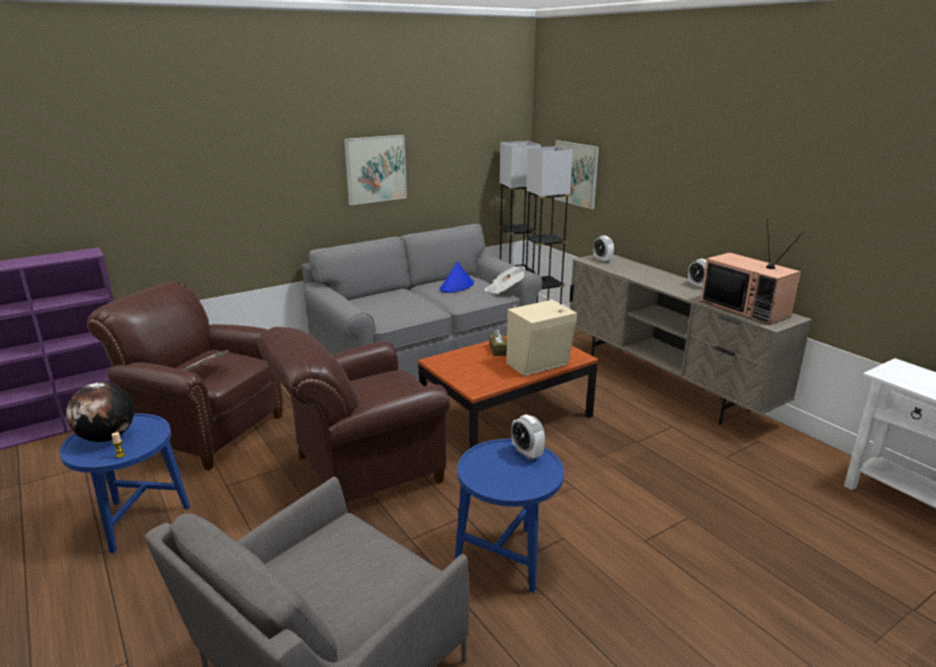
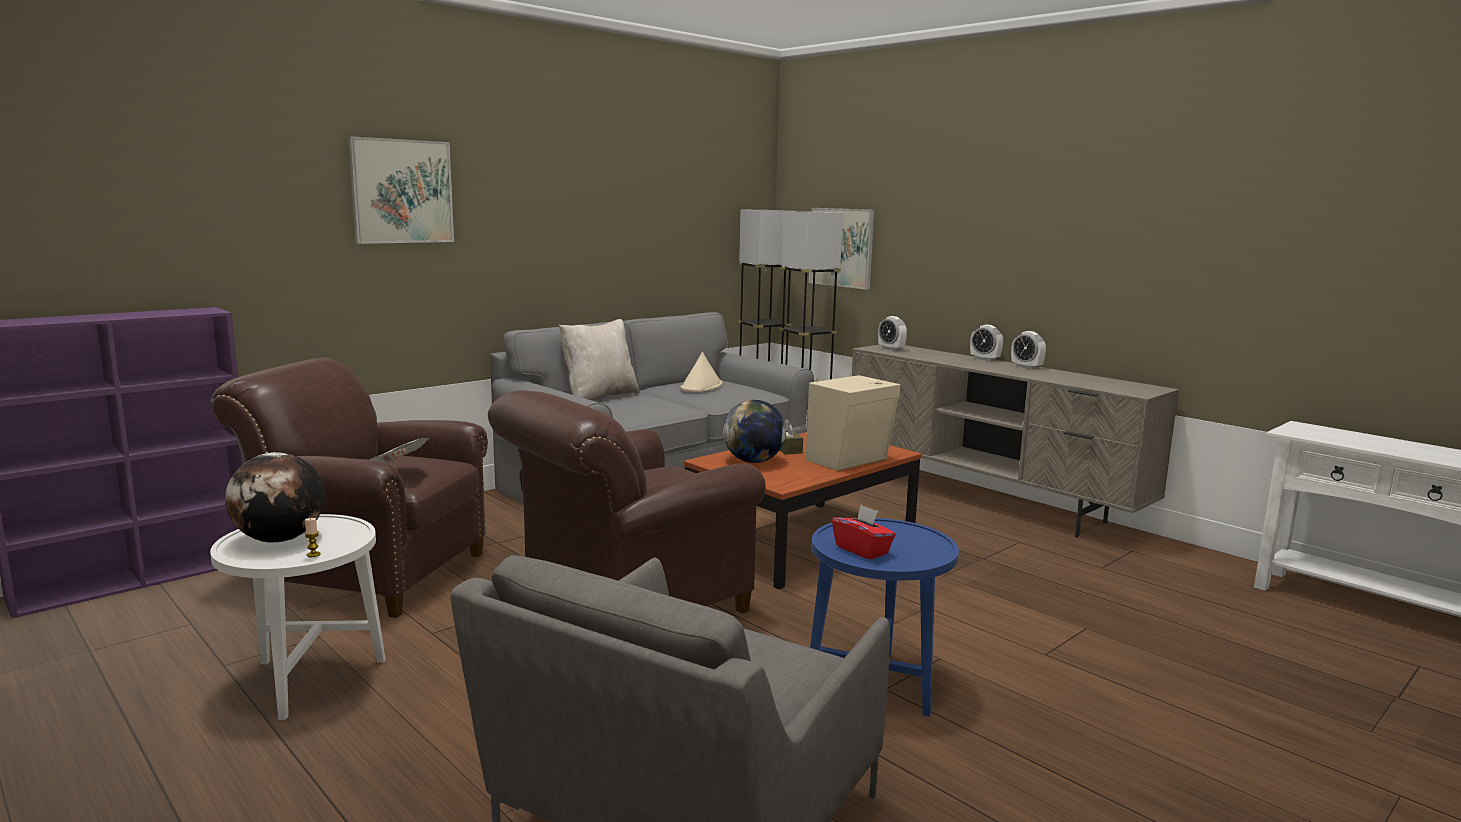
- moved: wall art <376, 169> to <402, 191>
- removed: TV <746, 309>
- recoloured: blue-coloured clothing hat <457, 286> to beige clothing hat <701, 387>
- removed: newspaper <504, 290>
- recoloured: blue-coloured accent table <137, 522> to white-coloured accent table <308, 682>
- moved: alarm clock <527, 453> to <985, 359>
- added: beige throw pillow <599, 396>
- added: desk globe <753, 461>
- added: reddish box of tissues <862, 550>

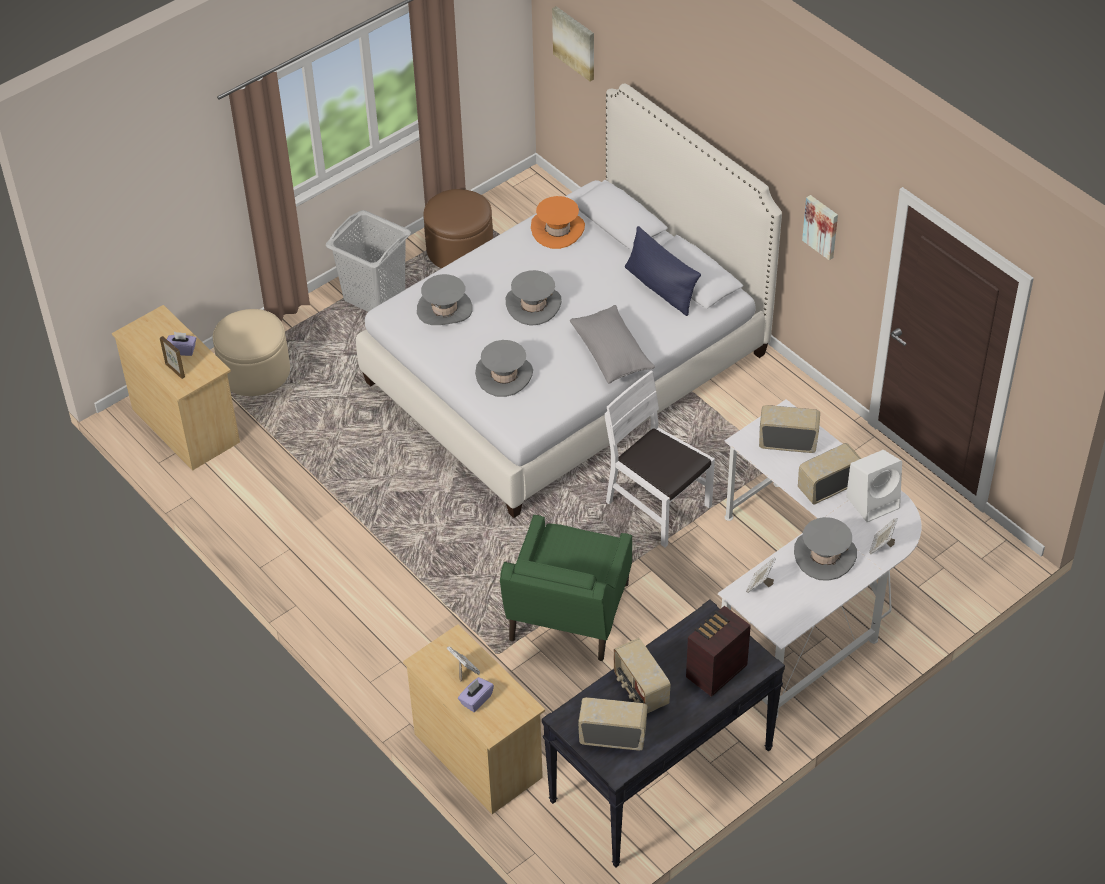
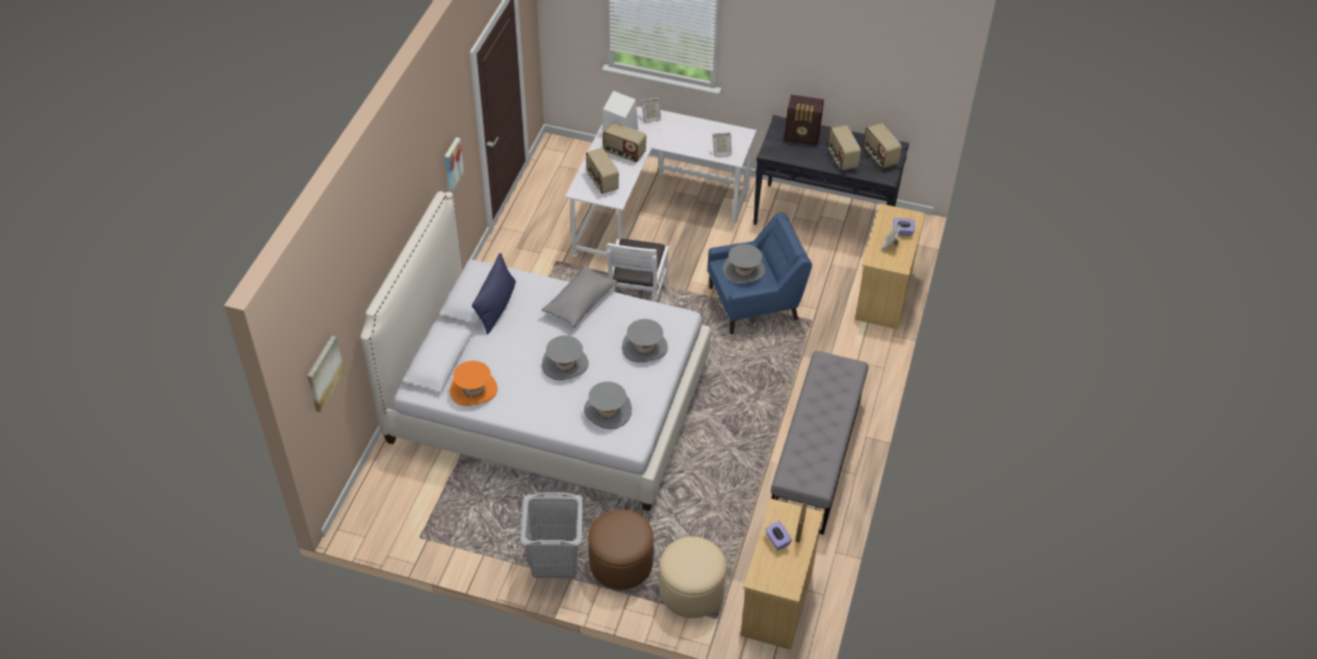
- moved: brown footrest <460, 249> to <621, 563>
- recoloured: greenish armchair <568, 614> to blue-coloured armchair <755, 303>
- moved: greyish clothing hat <824, 556> to <744, 270>
- turned: radio <640, 690> = <841, 158> 135 degrees clockwise
- added: greyish indoor bench <816, 457>

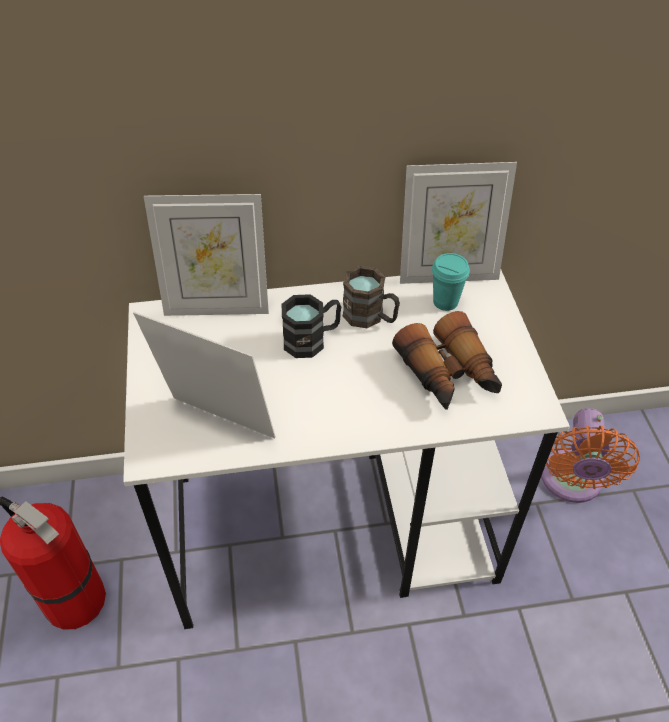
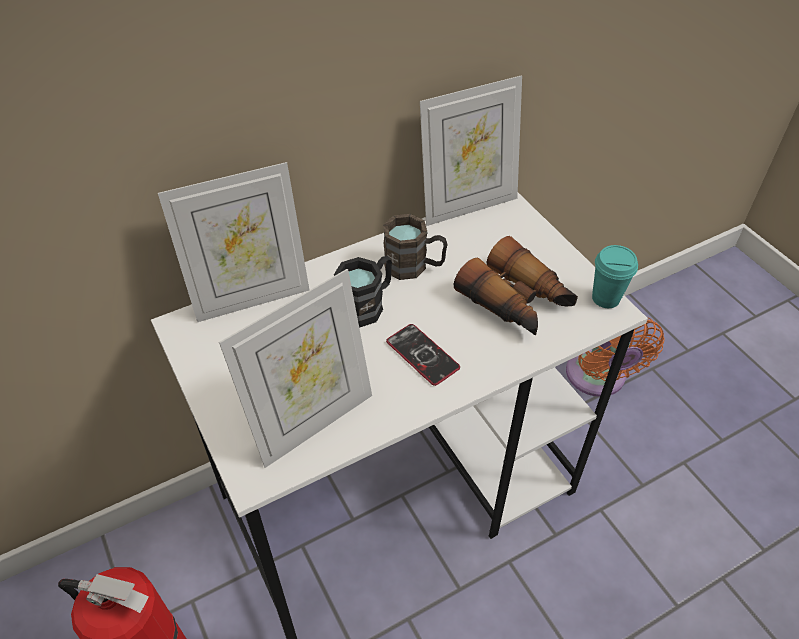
- moved: blue-green cup <445, 302> to <605, 298>
- turned: picture frame <217, 426> = <312, 421> 135 degrees clockwise
- added: handset <422, 355>

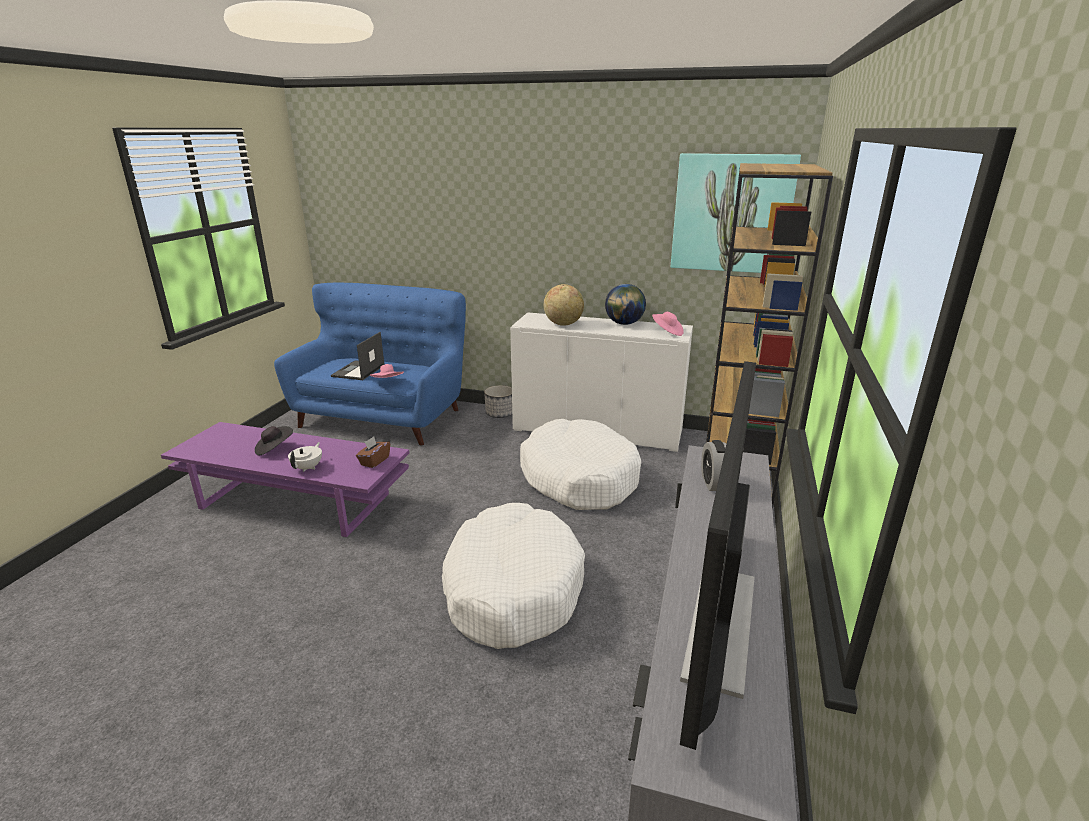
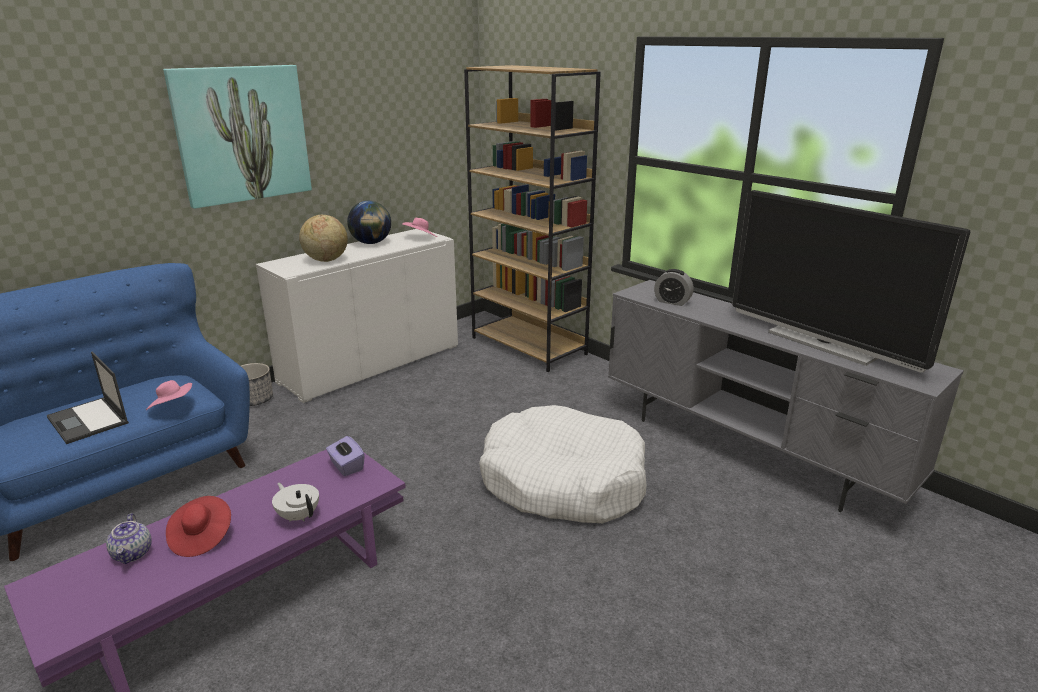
- moved: wall art <731, 213> to <242, 134>
- removed: white-coloured pet bed <579, 478>
- recoloured: blackish clothing hat <274, 449> to reddish clothing hat <201, 537>
- recoloured: brown box of tissues <374, 461> to purplish box of tissues <346, 466>
- added: tea pot <133, 554>

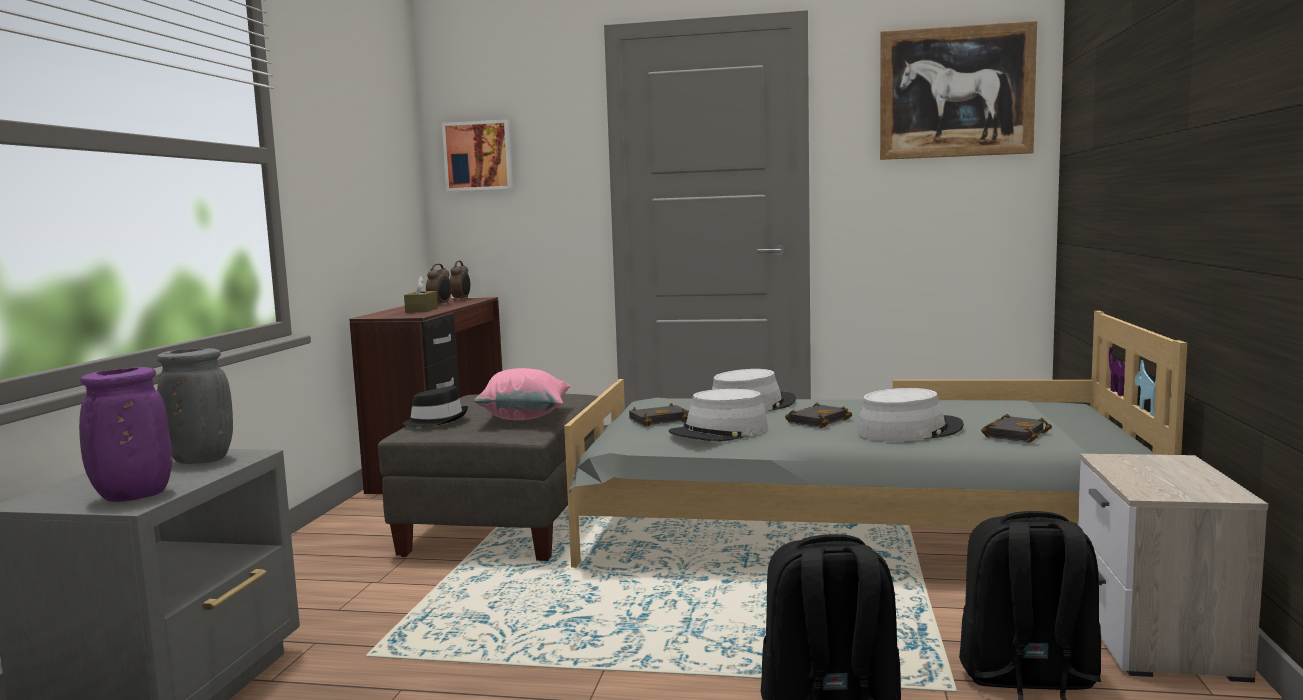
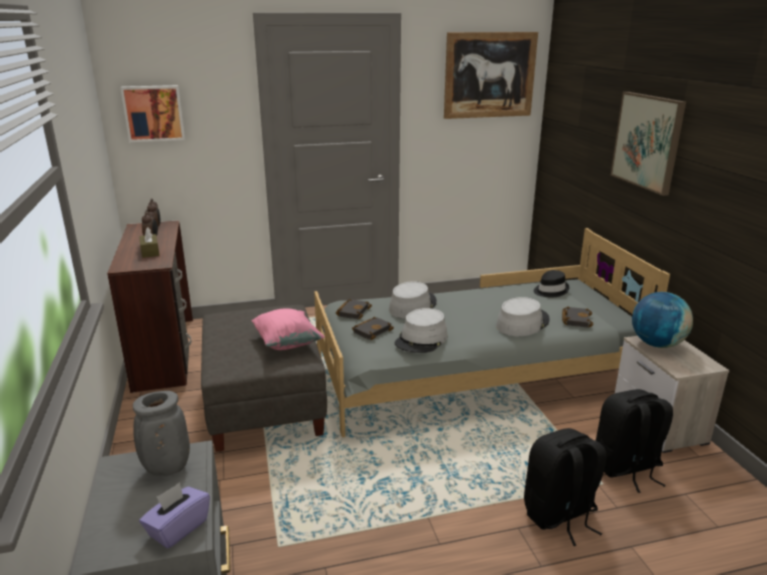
- replaced: purplish decorative vase <131, 497> to purplish box of tissues <178, 528>
- moved: blackish clothing hat <436, 420> to <550, 290>
- moved: blackish book <817, 421> to <353, 311>
- added: wall art <647, 141>
- added: desk globe <656, 344>

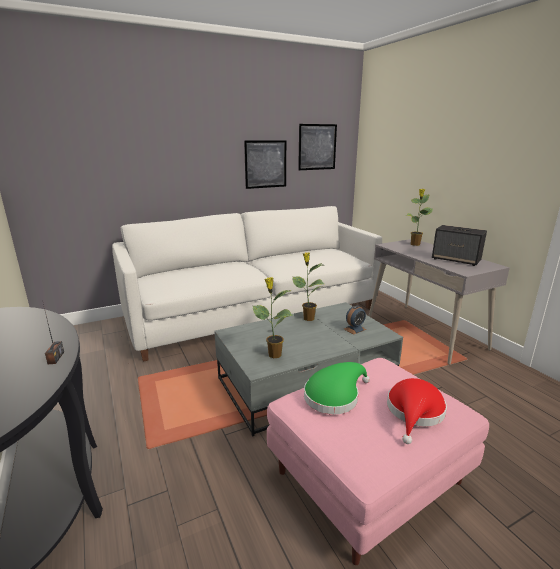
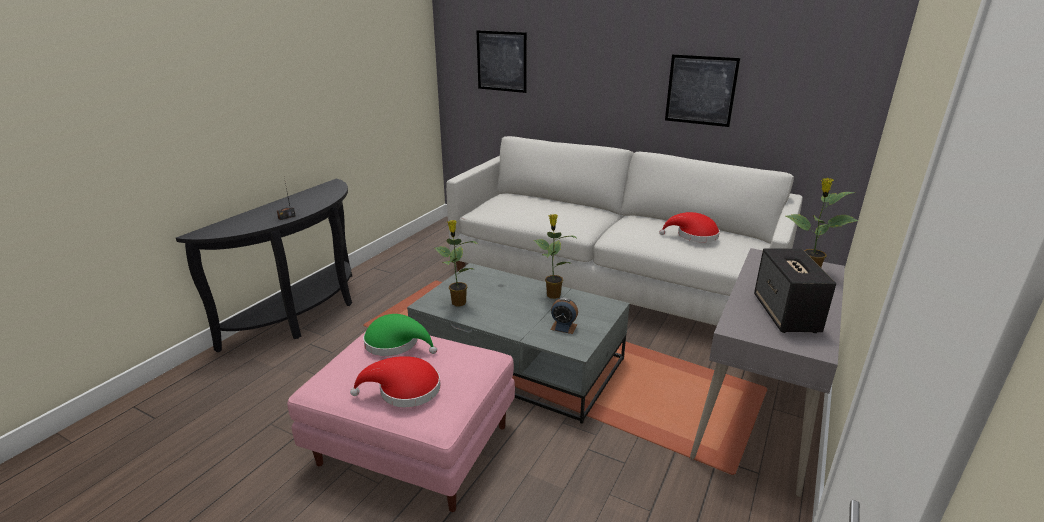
- moved: wall art <317, 147> to <501, 61>
- added: reddish clothing hat <693, 236>

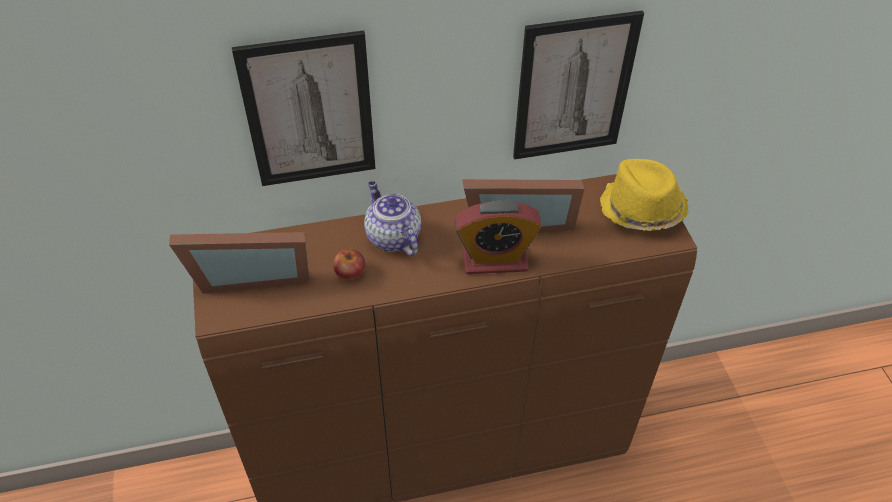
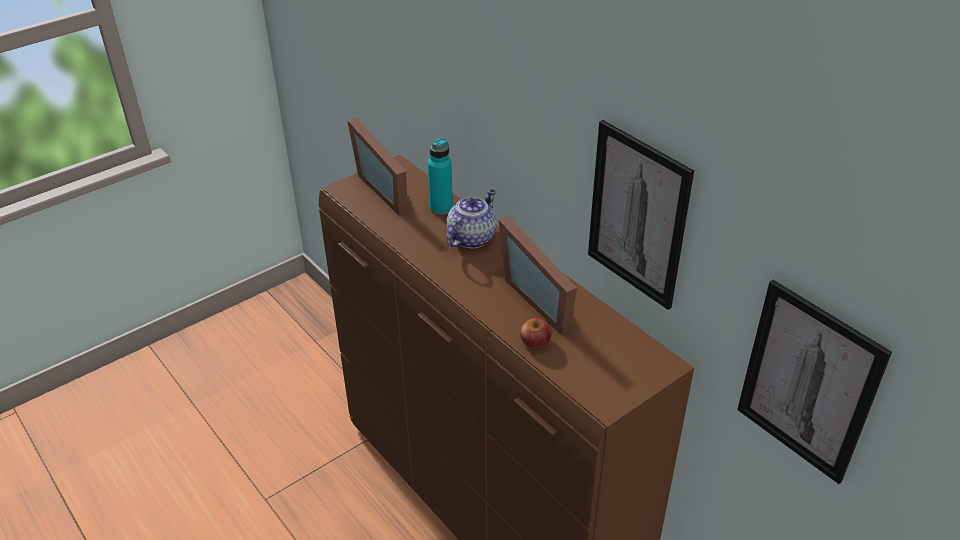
- moved: wall art <309, 111> to <808, 382>
- removed: yellow-coloured clothing hat <641, 209>
- removed: alarm clock <495, 260>
- moved: apple fruit <350, 271> to <535, 341>
- added: blue-green bottle <441, 208>

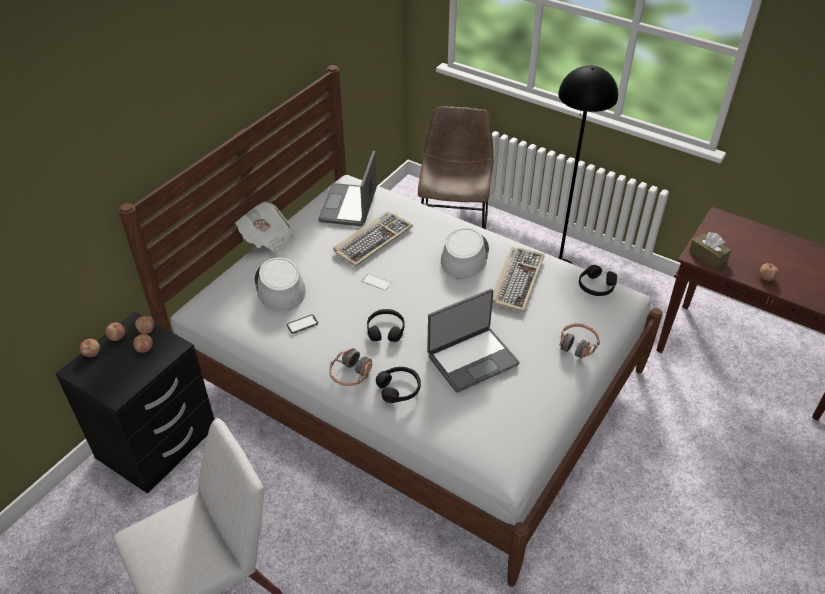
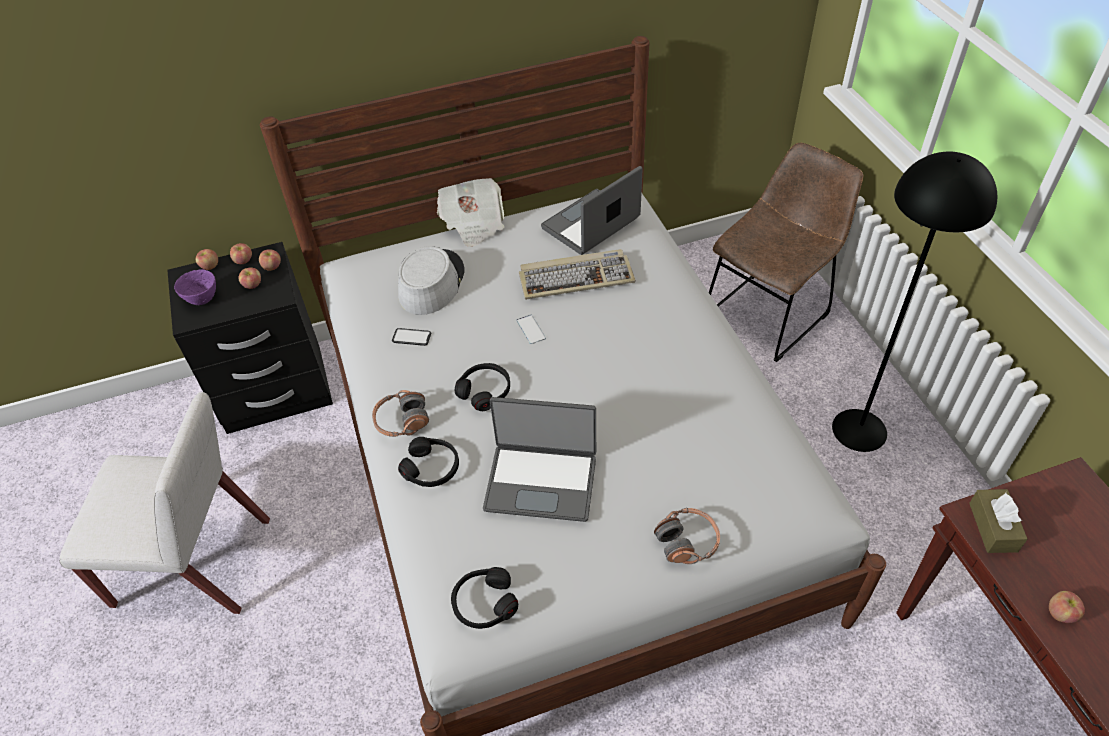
- removed: greyish clothing hat <464, 256>
- removed: computer keyboard <516, 280>
- moved: blackish pair of headphones <596, 286> to <484, 603>
- added: purplish serving bowl <202, 300>

